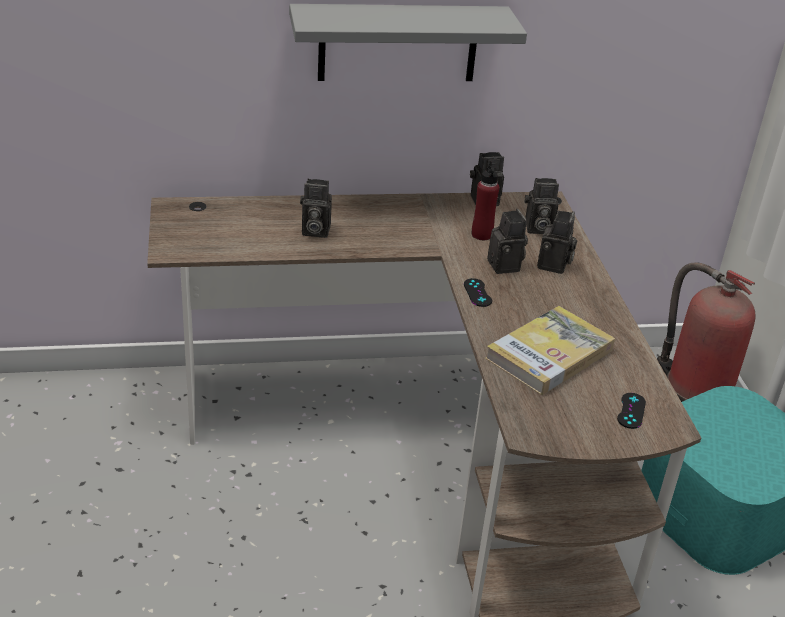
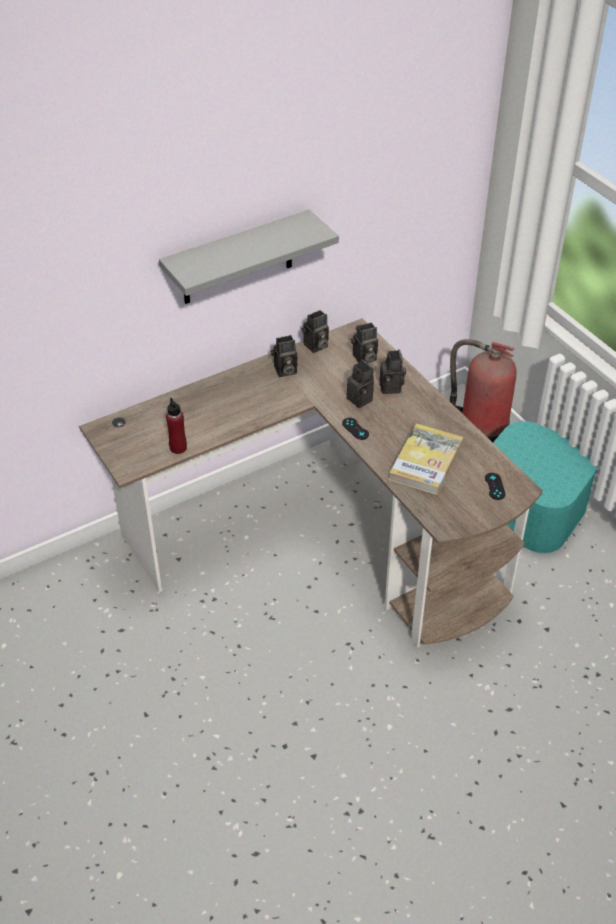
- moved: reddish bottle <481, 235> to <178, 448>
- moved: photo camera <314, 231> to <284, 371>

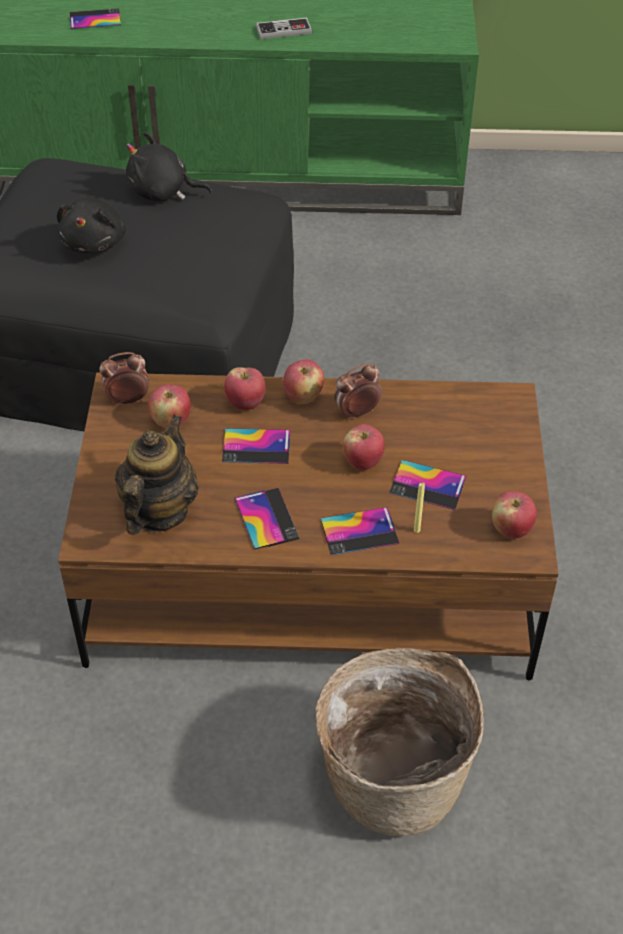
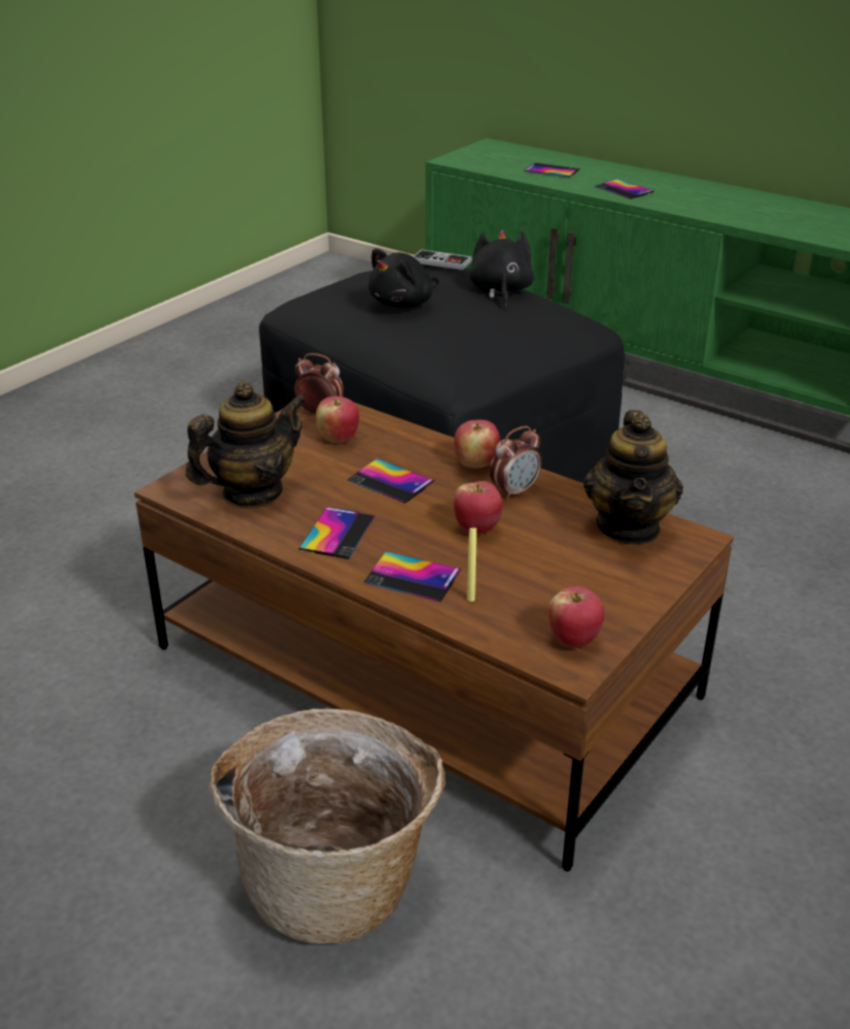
- moved: joypad <284, 30> to <441, 262>
- turned: blackish cuddly toy <162, 192> = <500, 291> 45 degrees clockwise
- turned: alarm clock <357, 412> = <514, 492> 135 degrees clockwise
- removed: apple fruit <246, 403>
- moved: handset <427, 485> to <624, 189>
- added: tea pot <629, 527>

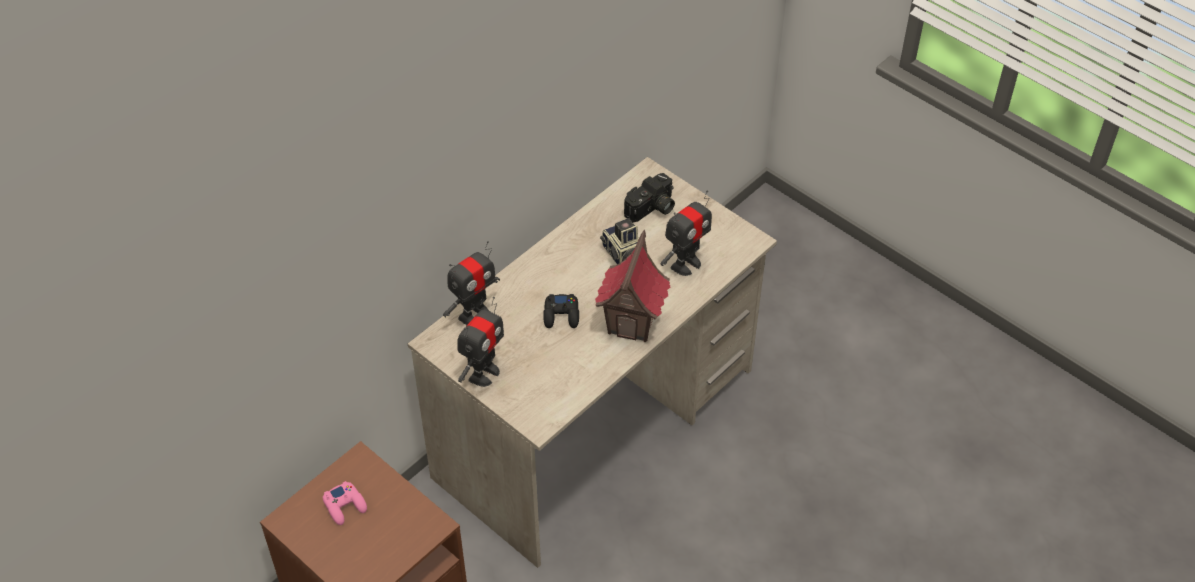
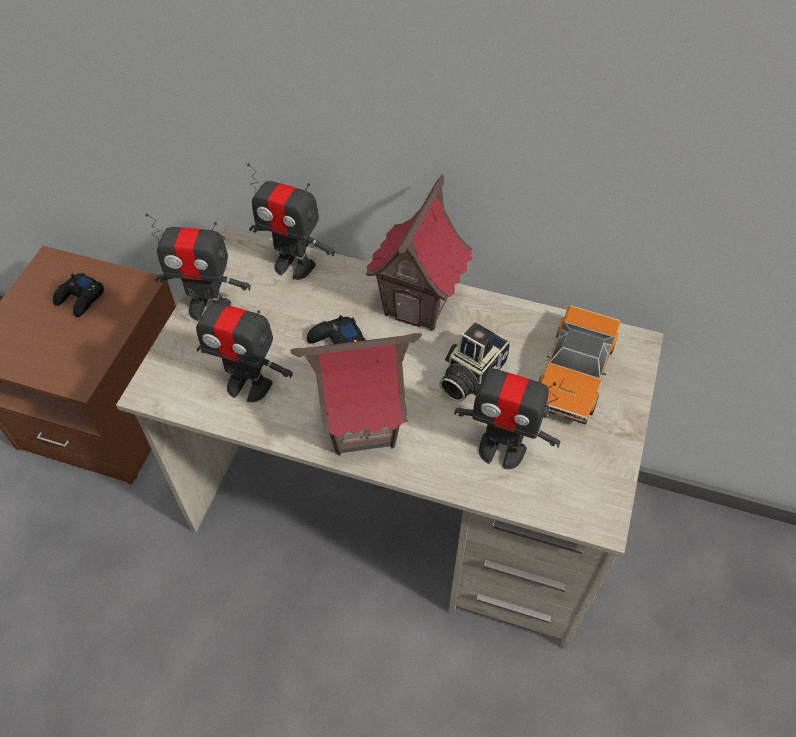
- replaced: photo camera <652, 209> to miniature car <574, 373>
- recoloured: pink joypad <345, 506> to blackish joypad <80, 299>
- added: model house <419, 304>
- added: toy robot <248, 385>

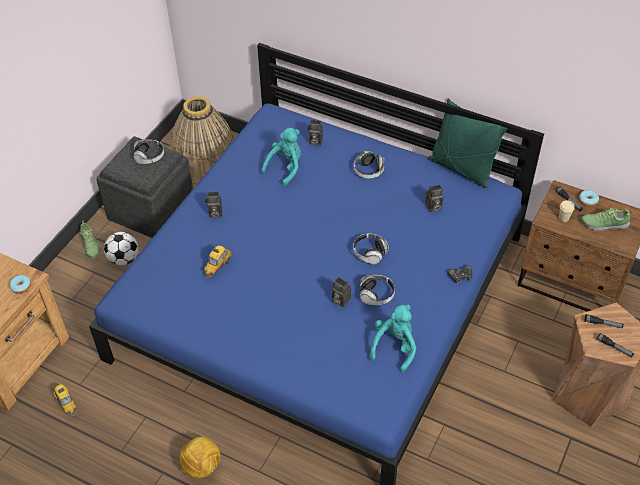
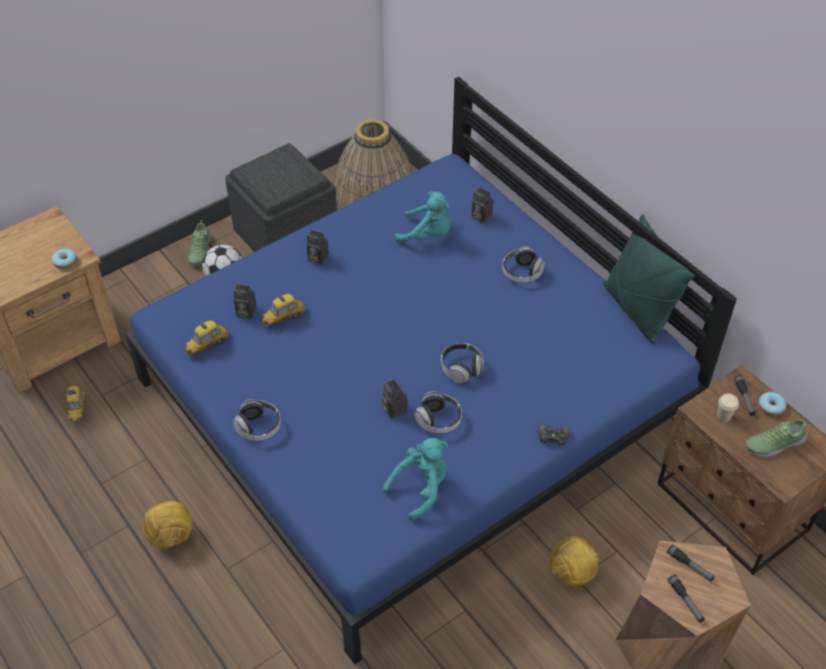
- turned: blue-green cuddly toy <285, 168> = <427, 235> 45 degrees clockwise
- moved: pair of headphones <149, 157> to <258, 427>
- moved: photo camera <432, 207> to <244, 312>
- turned: shoe <604, 224> = <773, 443> 45 degrees counterclockwise
- added: miniature car <207, 345>
- added: football <572, 574>

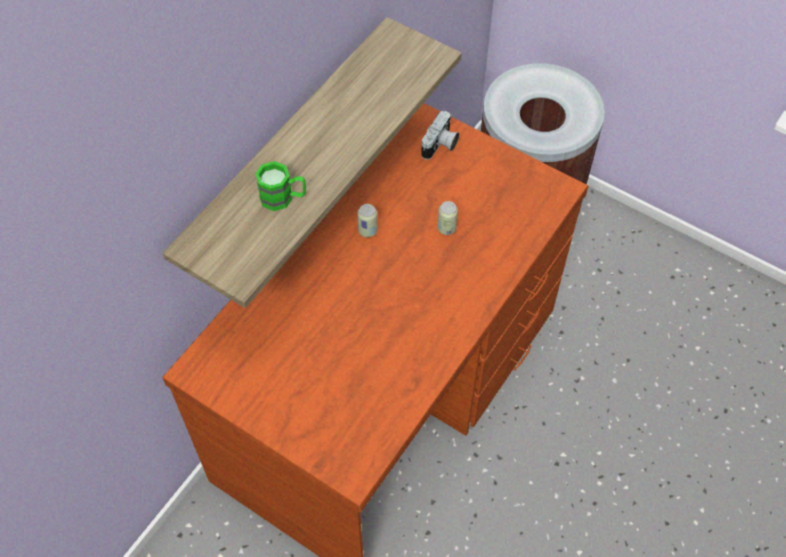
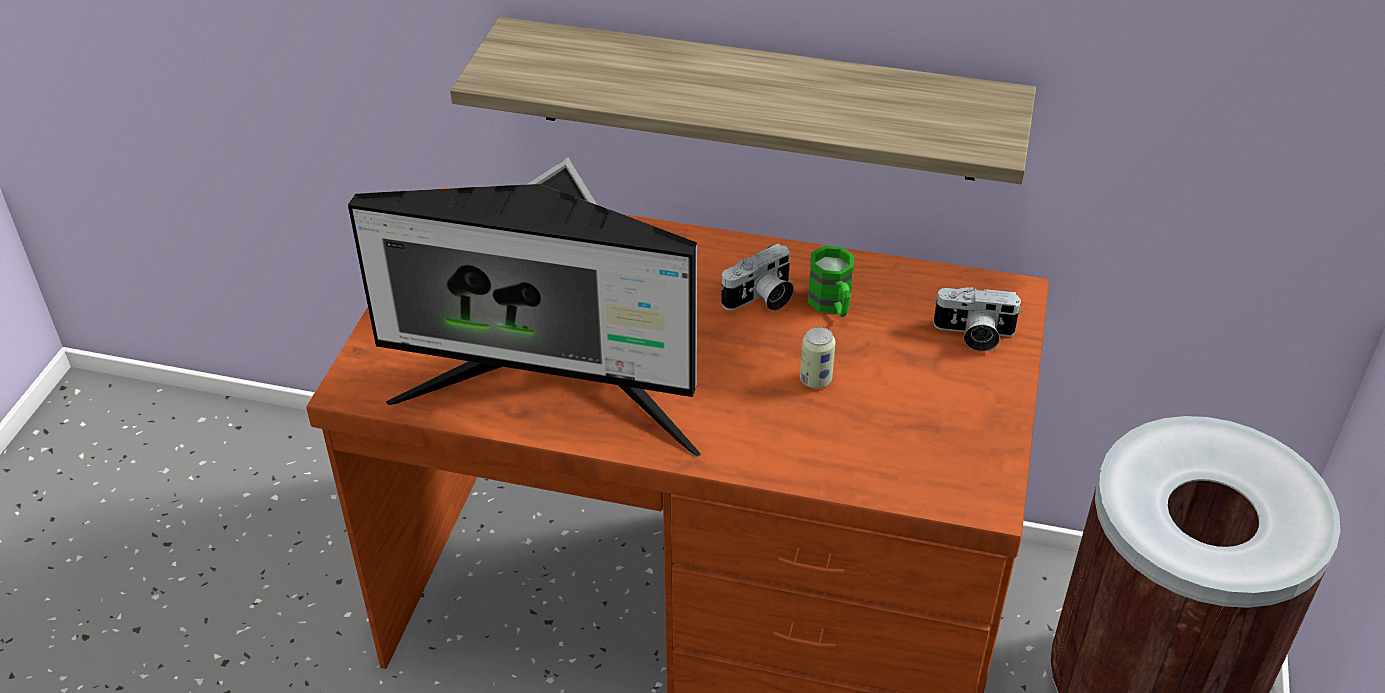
- moved: greenish coffee mug <283, 198> to <832, 305>
- replaced: can <367, 231> to photo camera <761, 299>
- added: computer display <553, 399>

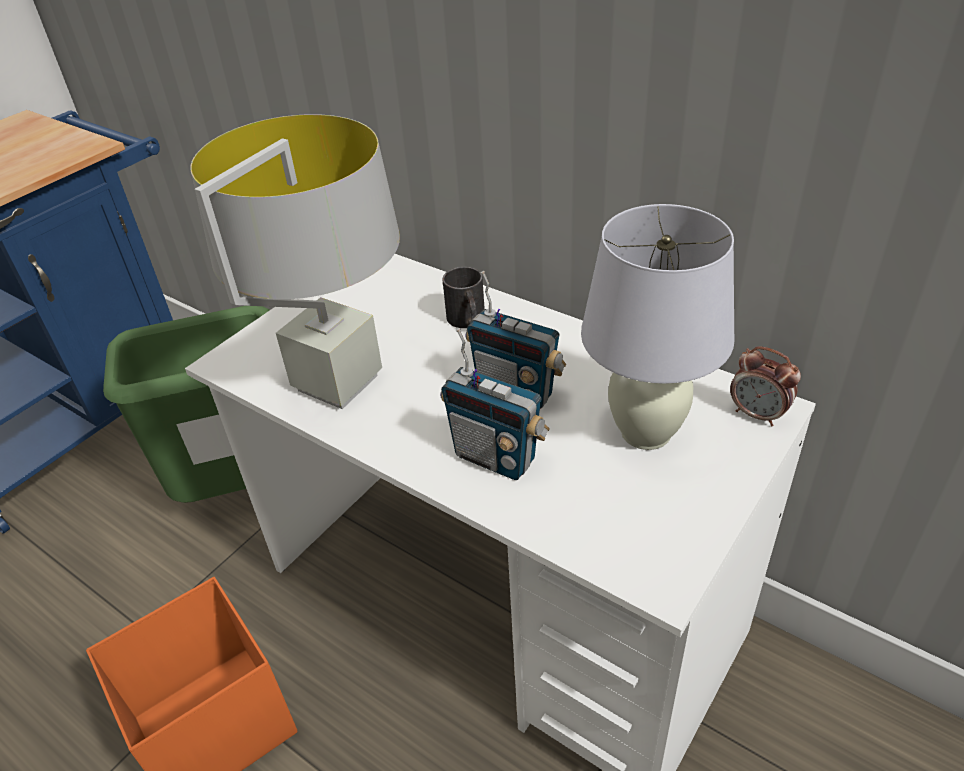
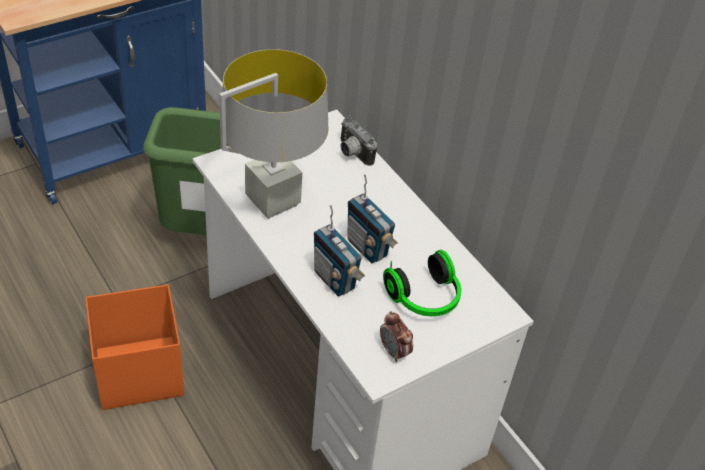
- replaced: white-coloured tabletop lamp <646, 432> to pair of headphones <425, 298>
- removed: blackish coffee mug <468, 321>
- moved: alarm clock <758, 414> to <394, 352>
- added: photo camera <352, 153>

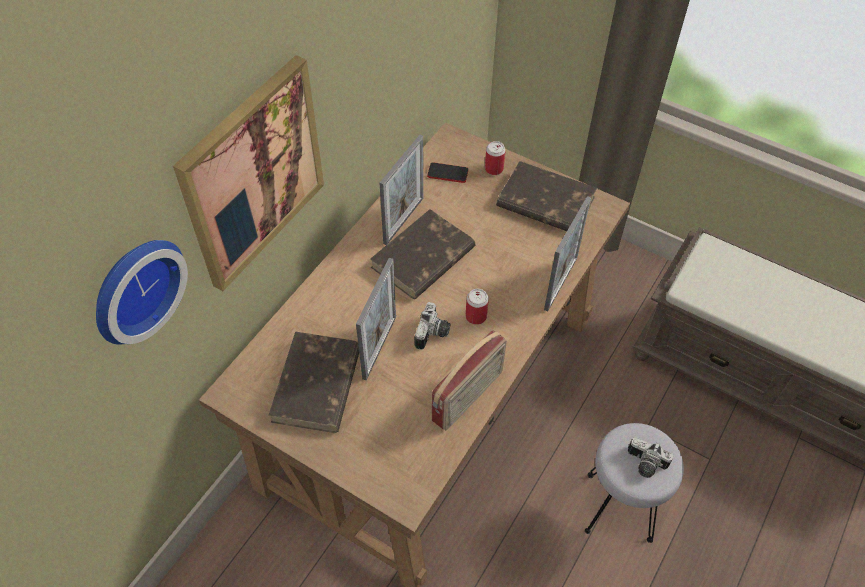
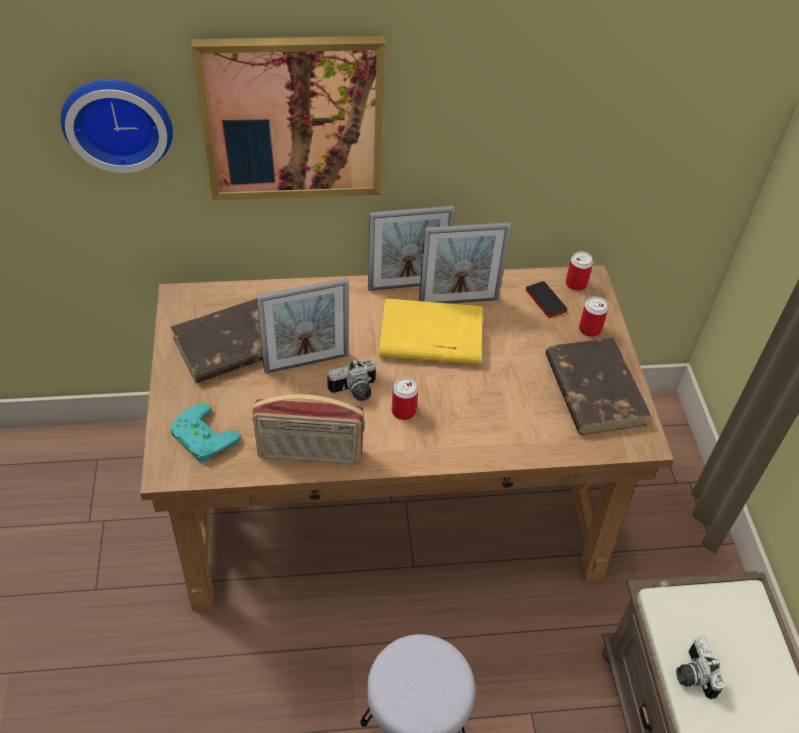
- moved: picture frame <561, 283> to <407, 285>
- recoloured: brown book <422, 258> to yellow-coloured book <429, 337>
- moved: photo camera <644, 464> to <692, 675>
- added: can <576, 284>
- added: blue-green joypad <200, 438>

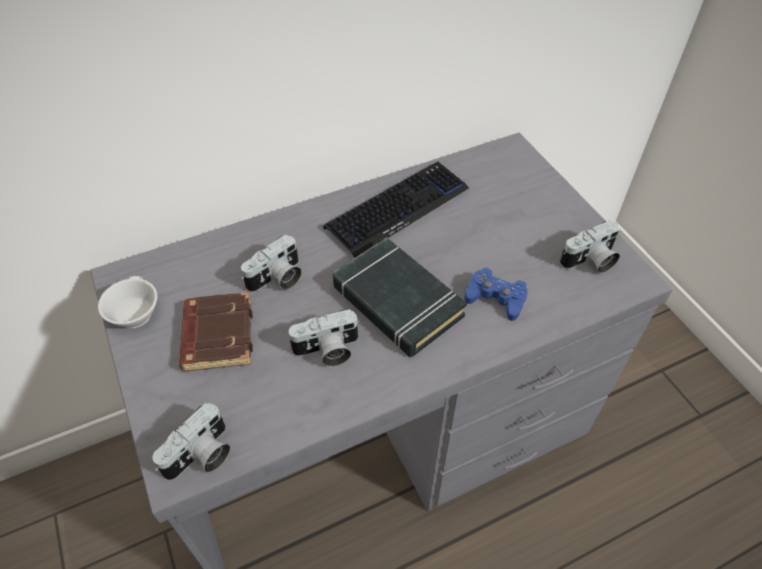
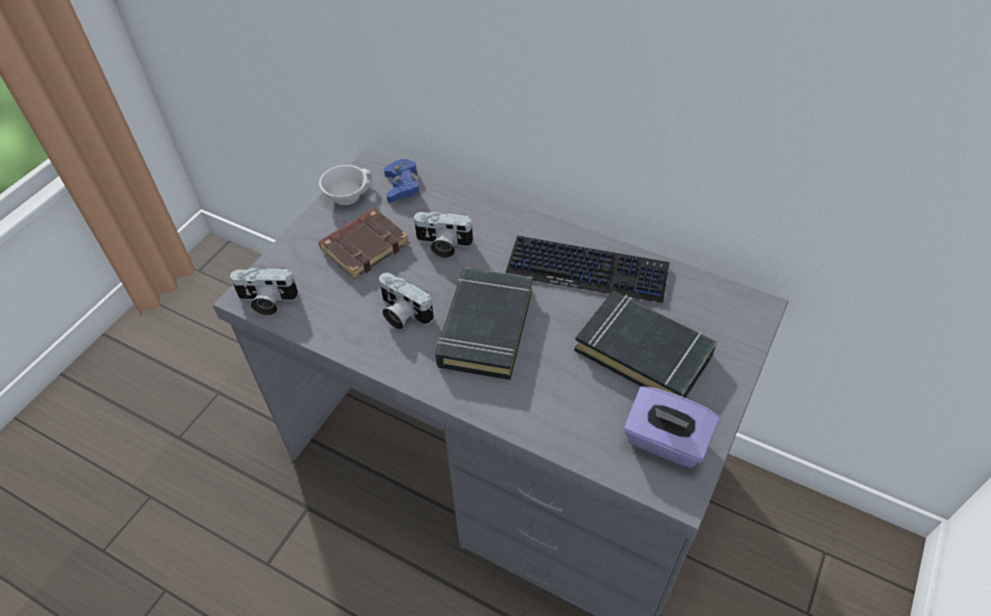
- replaced: photo camera <590, 261> to purplish box of tissues <665, 442>
- moved: blue-coloured joypad <495, 298> to <402, 186>
- added: blackish book <644, 352>

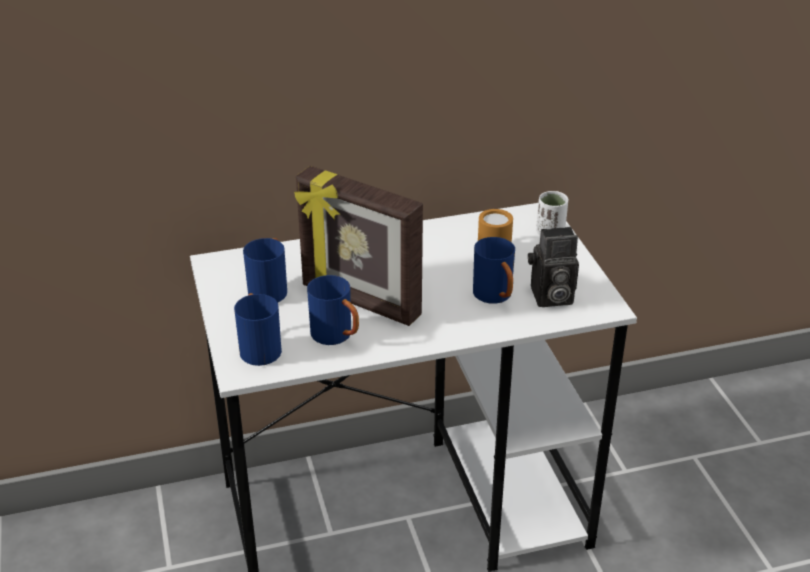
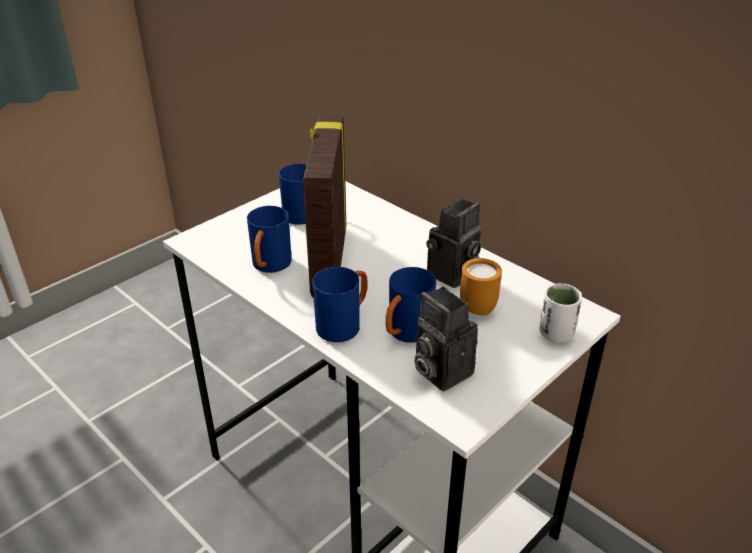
- moved: blue-coloured coffee mug <258, 347> to <344, 324>
- added: photo camera <452, 276>

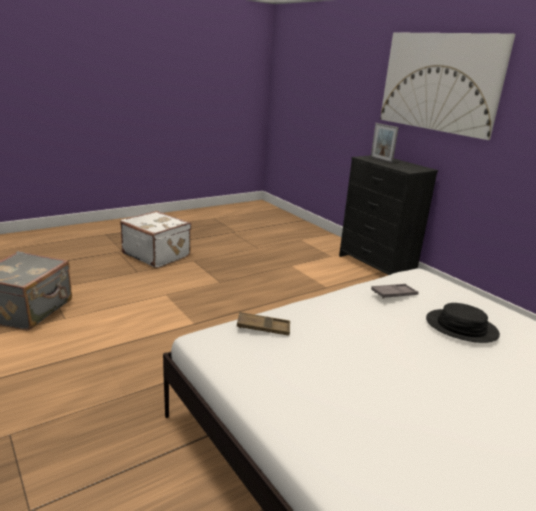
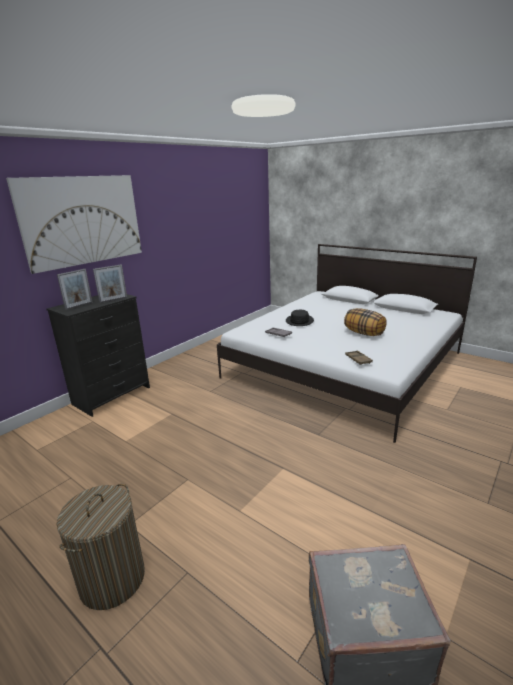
- replaced: white-coloured suitcase <157, 254> to hamper <112, 579>
- added: picture frame <113, 300>
- added: throw pillow <364, 333>

